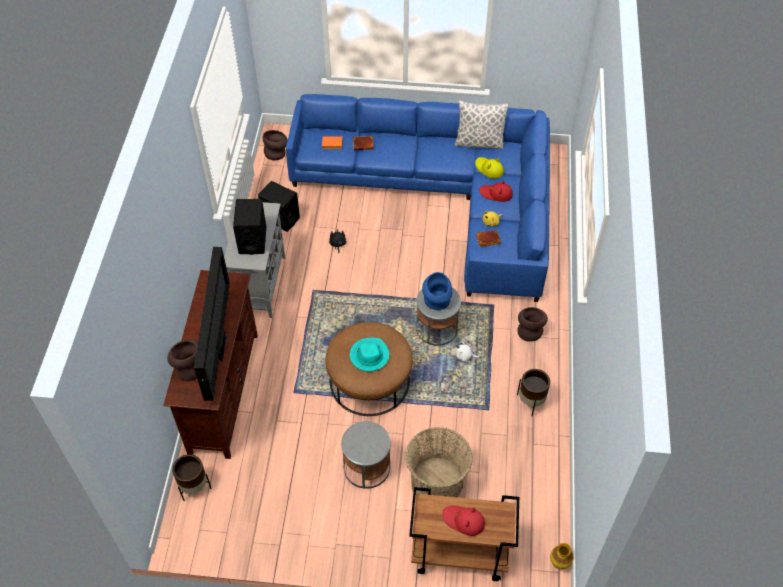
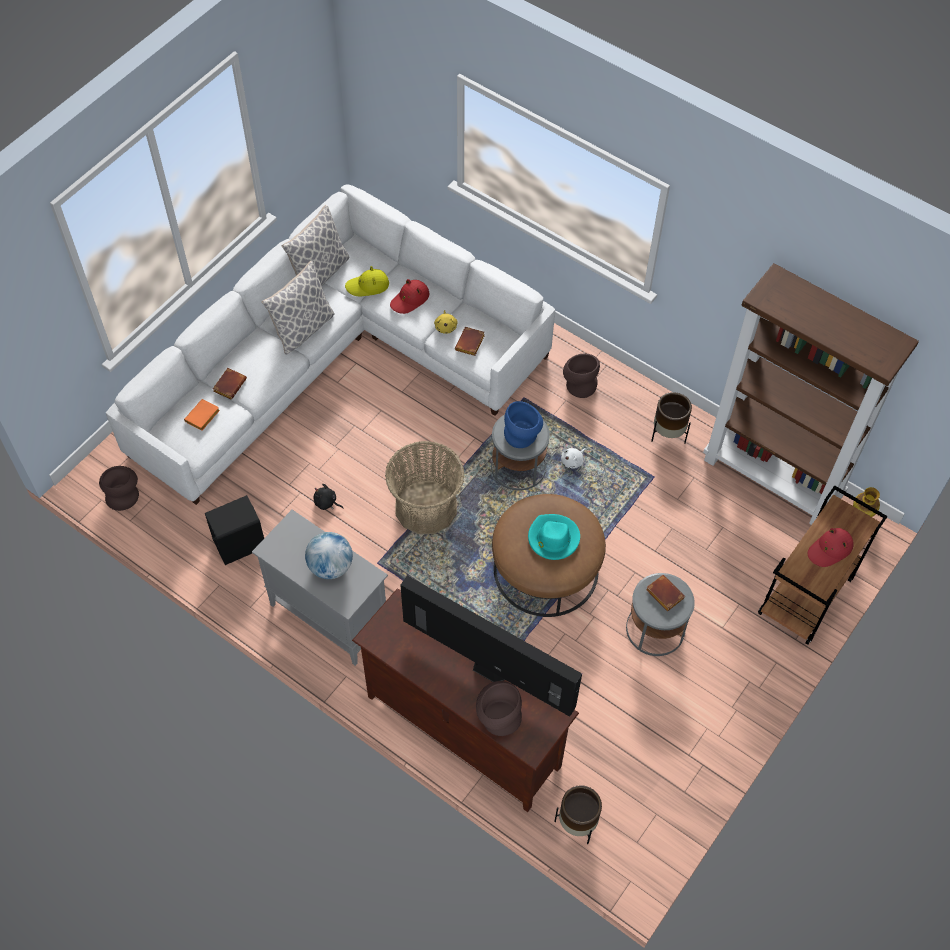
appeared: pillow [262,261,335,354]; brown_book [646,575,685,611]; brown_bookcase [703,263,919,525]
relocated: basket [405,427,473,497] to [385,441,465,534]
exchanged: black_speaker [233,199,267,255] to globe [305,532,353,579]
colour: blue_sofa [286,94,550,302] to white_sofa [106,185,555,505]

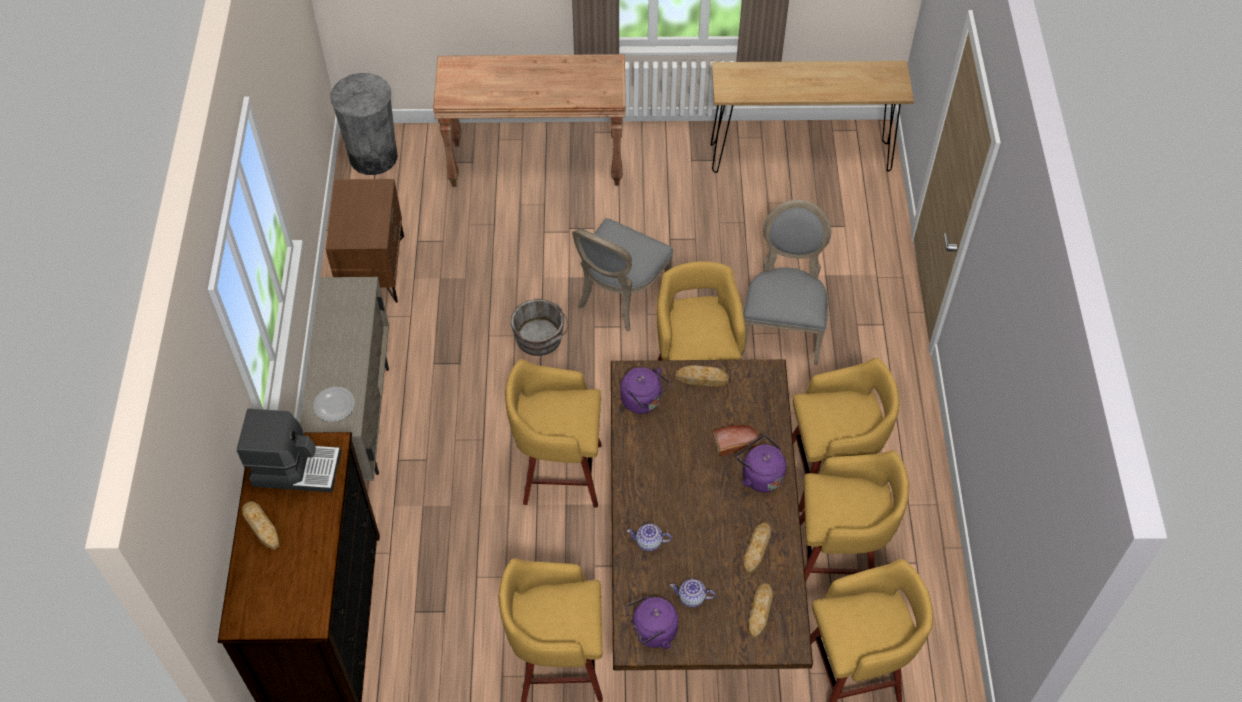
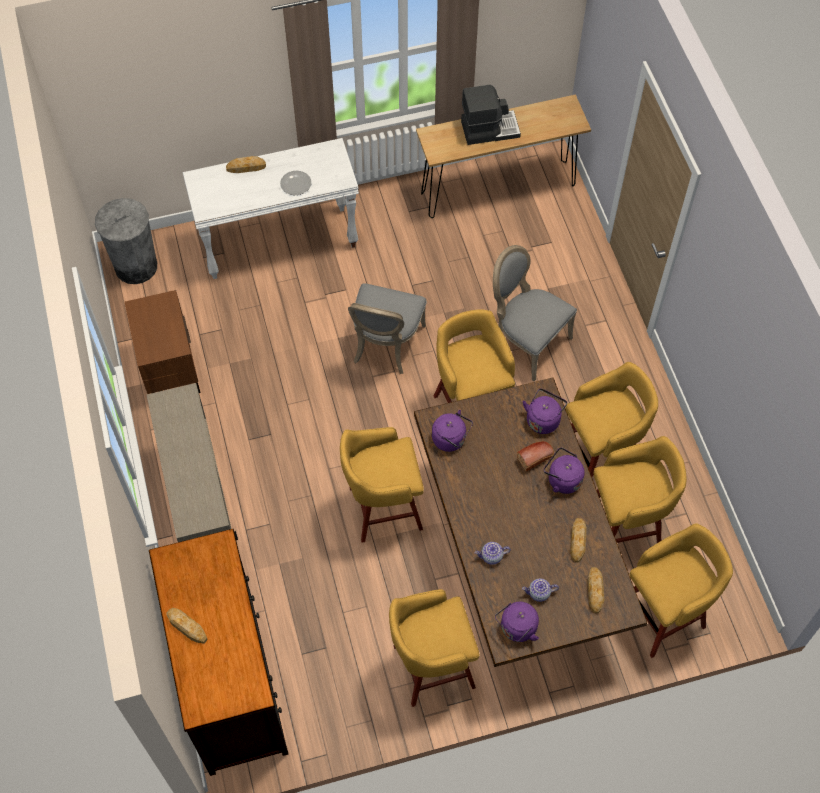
missing: grey_bucket [511,299,569,356]
appeared: purple_kettle [523,389,567,434]
relocated: coffee_machine [237,408,341,492] to [461,84,521,145]; plate [313,387,355,422] to [280,171,311,195]; bread [676,365,729,387] to [226,156,266,173]
colour: brown_console_table [433,54,626,187] to white_console_table [183,138,359,279]
spun: grey_chair [741,200,831,365] = [493,245,577,381] 45 degrees counterclockwise

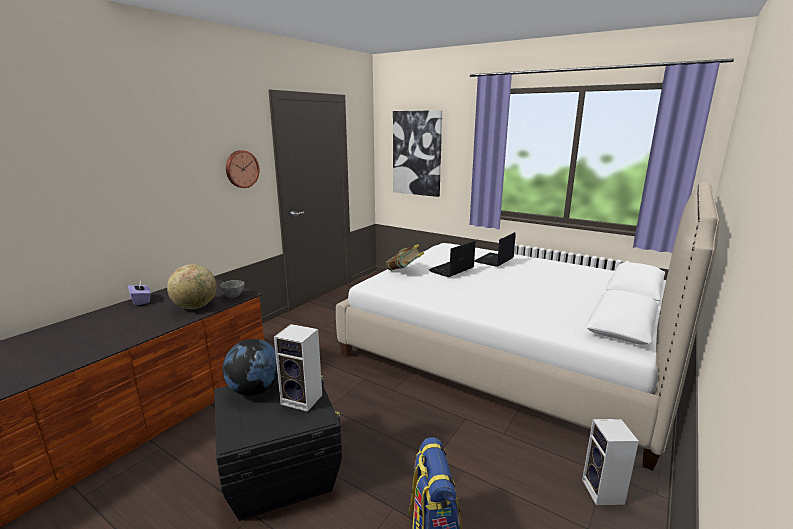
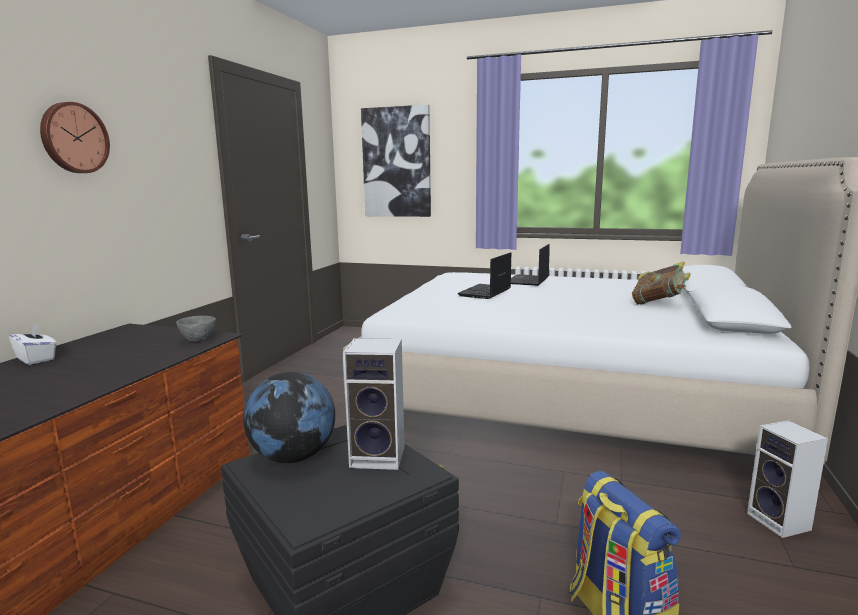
missing: globe [167,264,217,309]
relocated: wall_clock [226,150,259,188] to [40,102,110,173]; book [386,244,424,271] to [632,261,691,305]
colour: purple_tissue_box [128,280,151,306] to white_tissue_box [9,322,57,365]

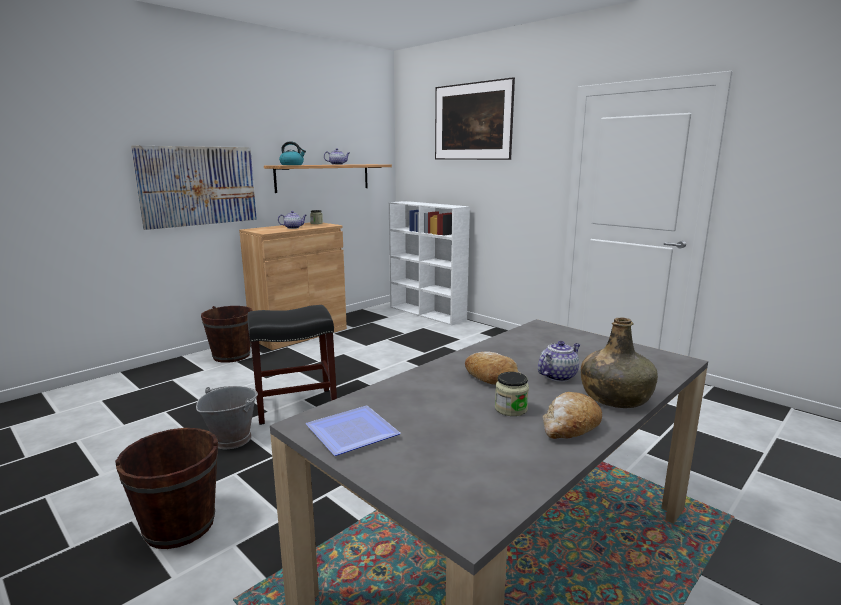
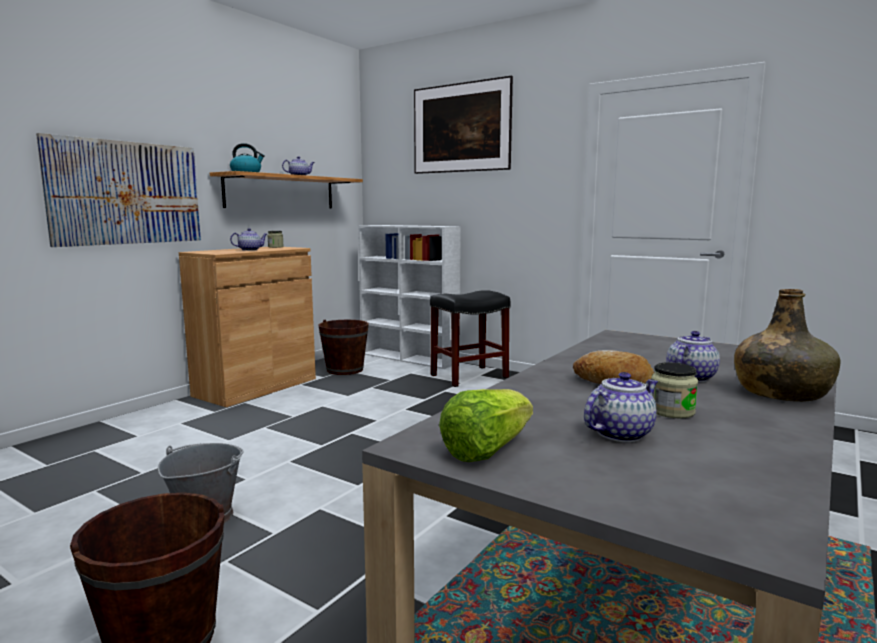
missing: bread [542,392,602,439]
appeared: teapot [584,372,658,442]
relocated: brown_bucket [201,306,252,363] to [318,320,369,375]; black_stool [247,305,337,425] to [430,290,510,387]
exchanged: plate [306,406,400,456] to lettuce [439,389,533,462]

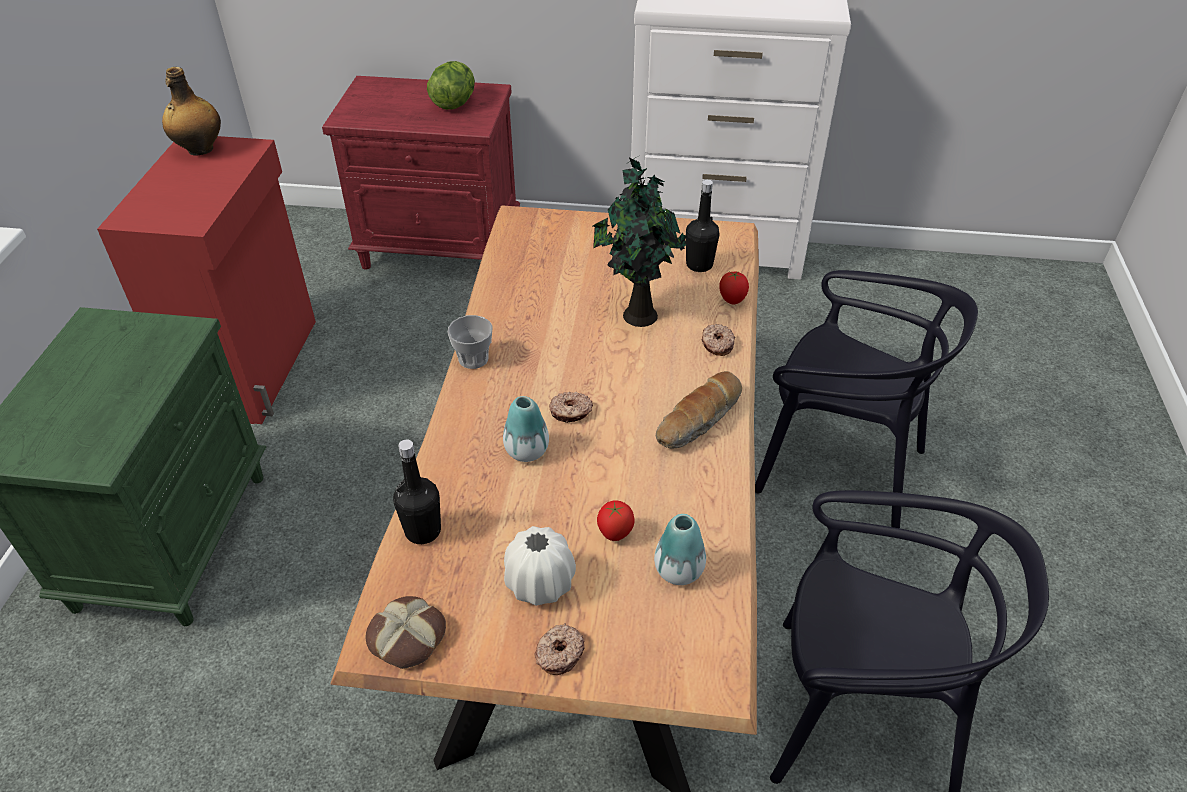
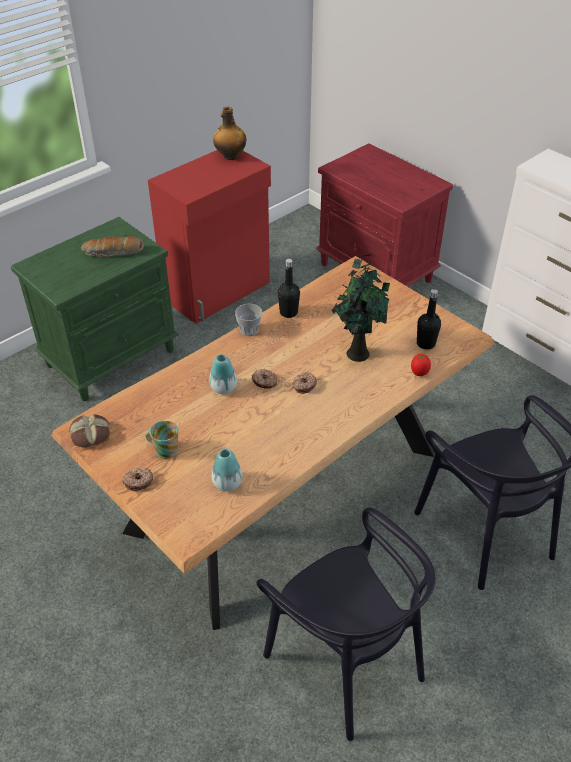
missing: lettuce [427,61,475,110]; tomato [597,500,635,541]
relocated: black_bottle [393,440,441,544] to [278,259,300,318]; bread [656,371,742,449] to [81,236,144,257]; donut [702,324,735,356] to [292,372,317,394]
exchanged: white_vase [504,526,576,606] to mug [145,421,178,459]

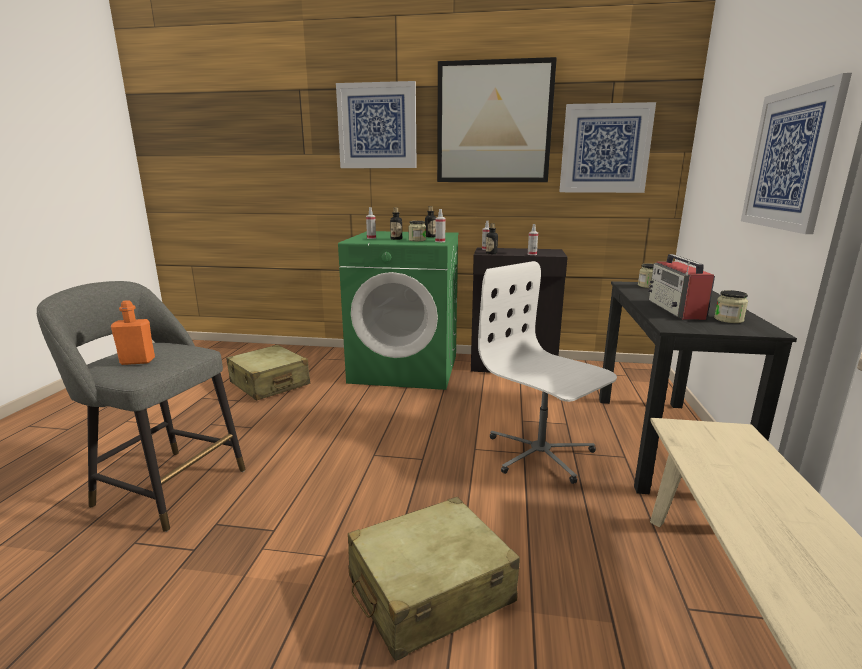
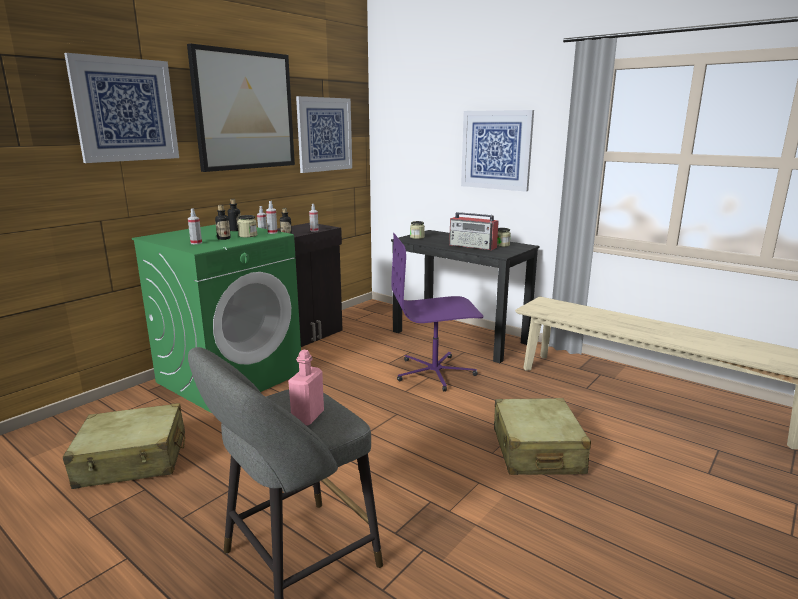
colour: orange_bottle [111,300,155,365] to pink_bottle [288,350,324,425]; white_office_chair [478,261,617,484] to purple_office_chair [391,233,483,392]

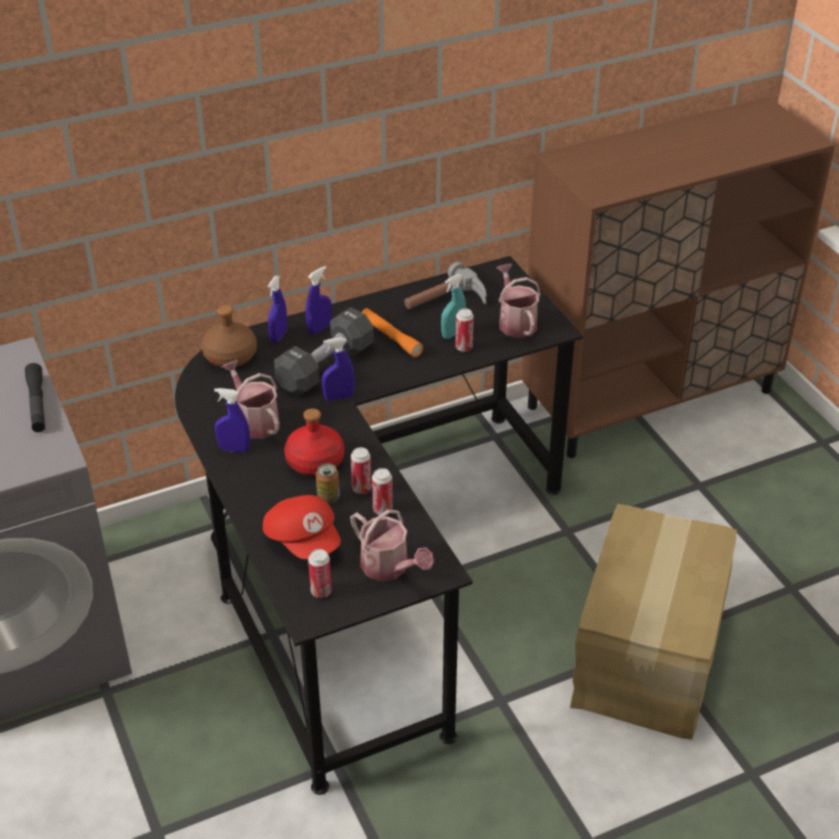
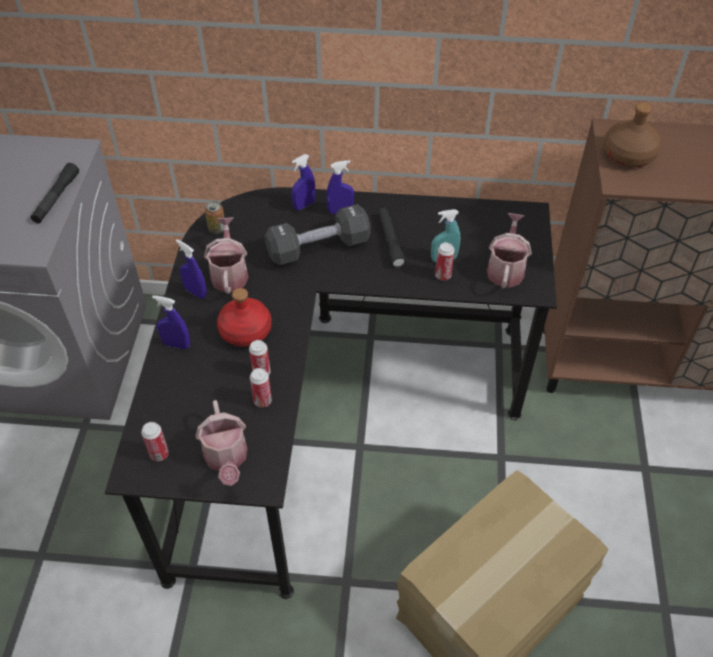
missing: red_cap [263,495,341,559]; hammer [404,262,487,309]
relocated: brown_bottle [201,305,257,367] to [604,102,661,167]; can [316,463,340,504] to [205,201,225,234]; blue_spray_bottle [322,337,355,401] to [152,295,190,349]
colour: orange_flashlight [362,308,423,357] to black_flashlight [378,208,406,268]

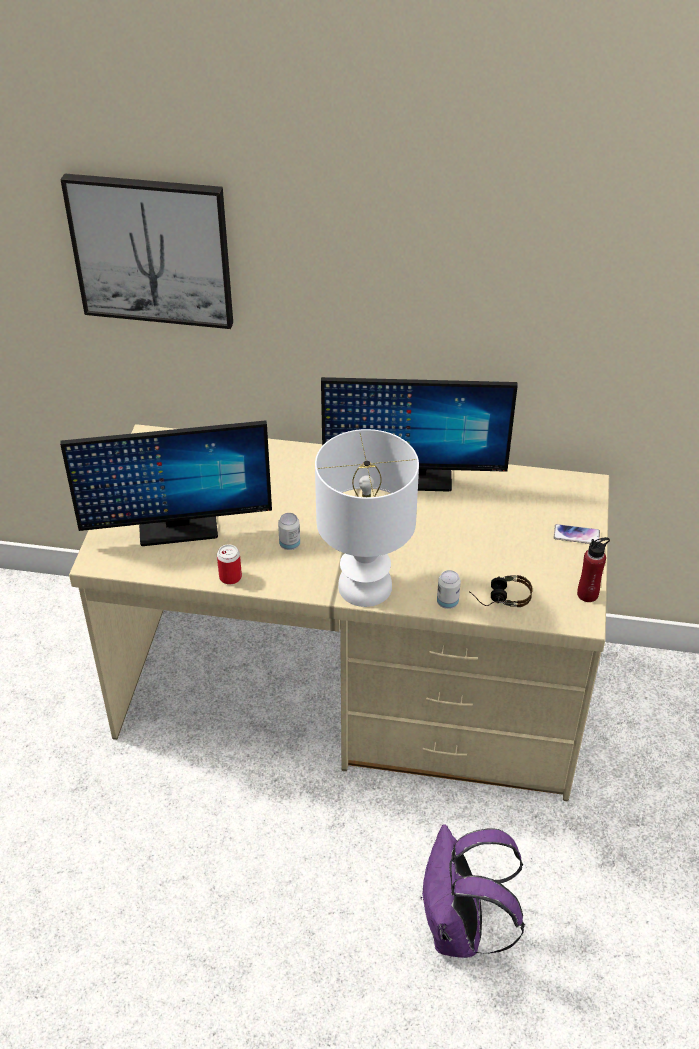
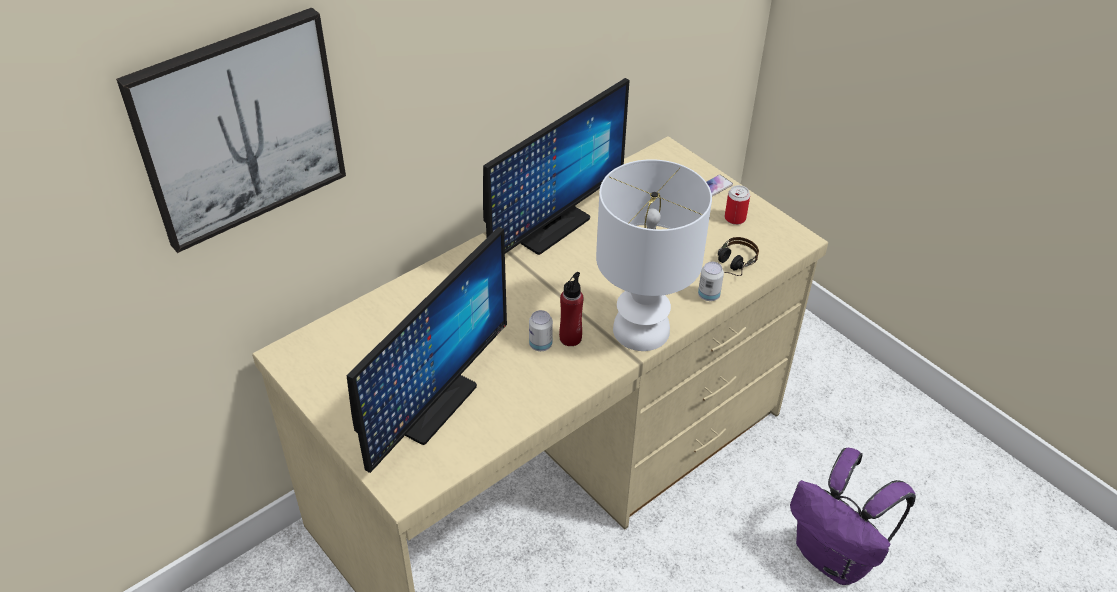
relocated: can [217,544,242,584] to [725,185,750,225]; red_bottle [577,537,610,602] to [559,272,584,346]

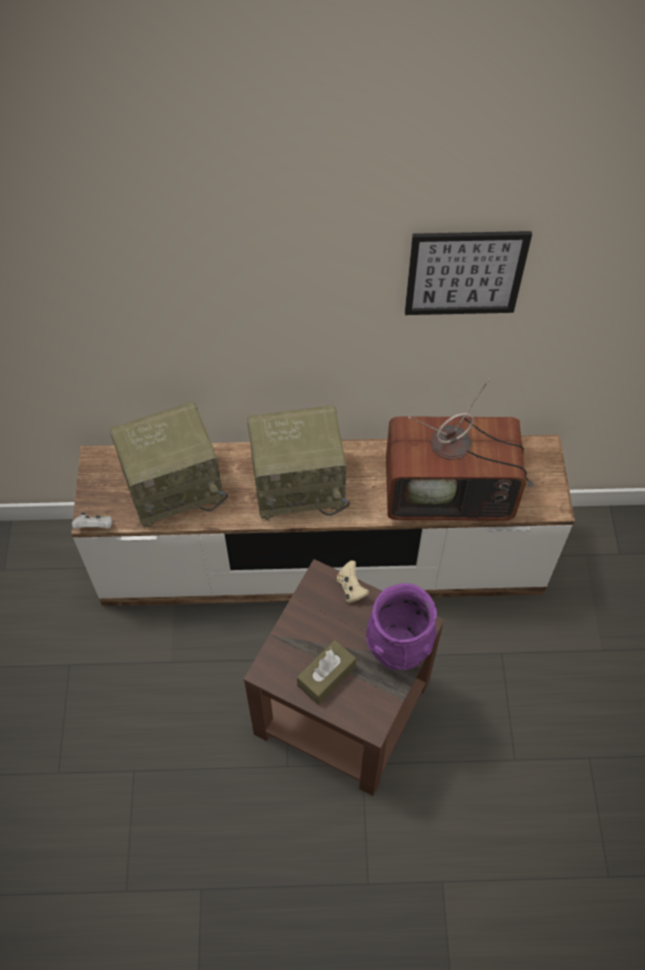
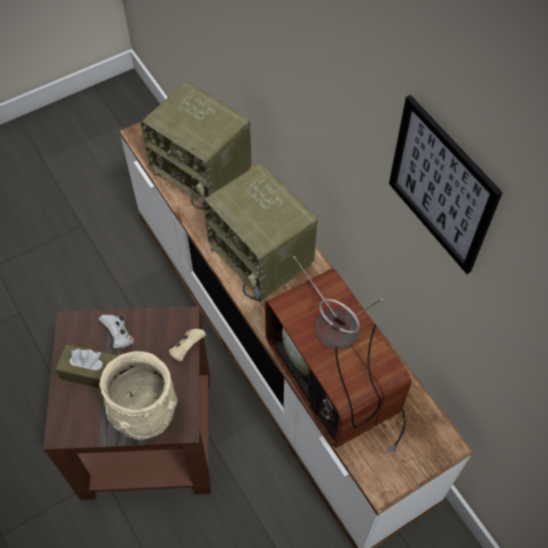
relocated: white_game_controller [72,512,112,529] to [99,315,134,349]
colour: purple_vase [366,583,437,670] to beige_vase [99,351,177,440]

